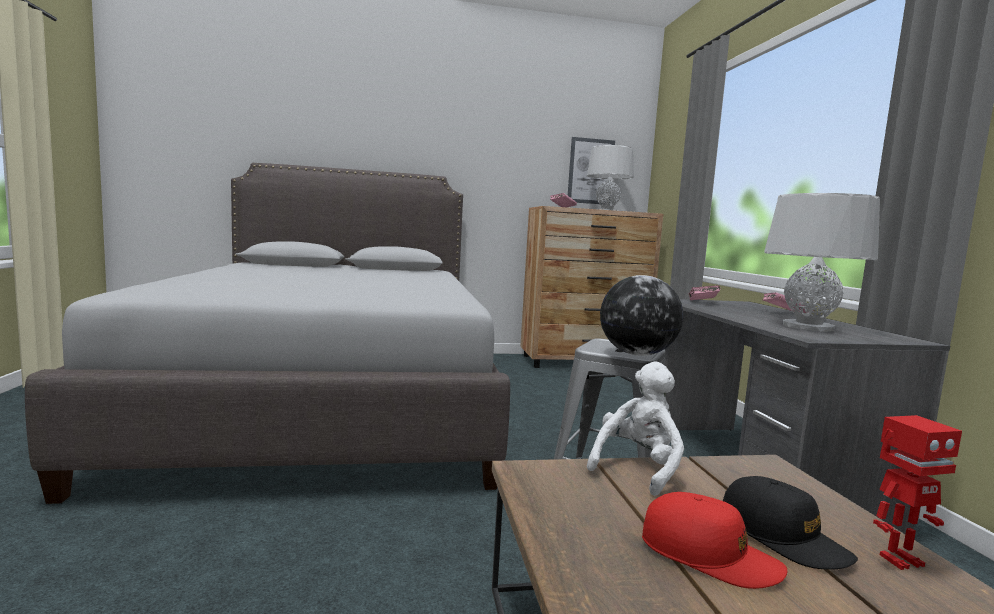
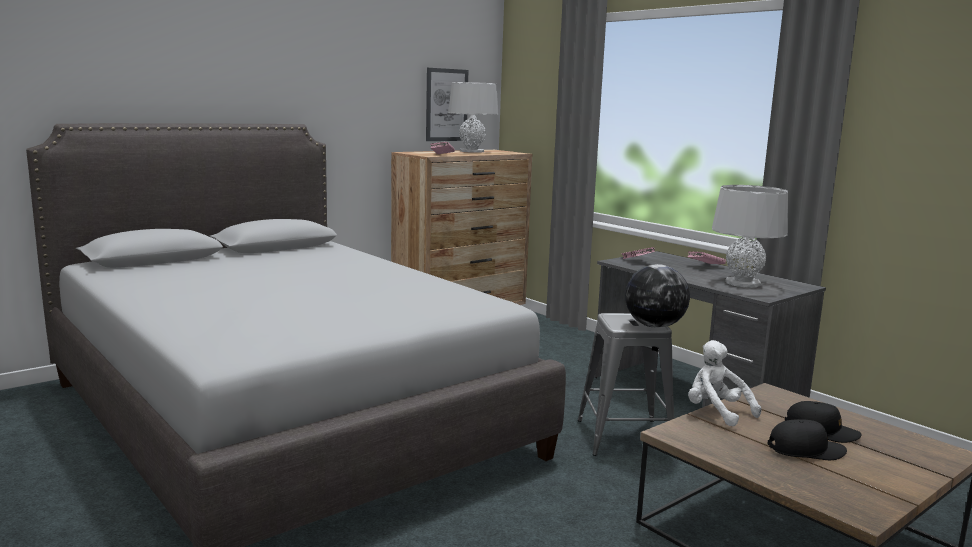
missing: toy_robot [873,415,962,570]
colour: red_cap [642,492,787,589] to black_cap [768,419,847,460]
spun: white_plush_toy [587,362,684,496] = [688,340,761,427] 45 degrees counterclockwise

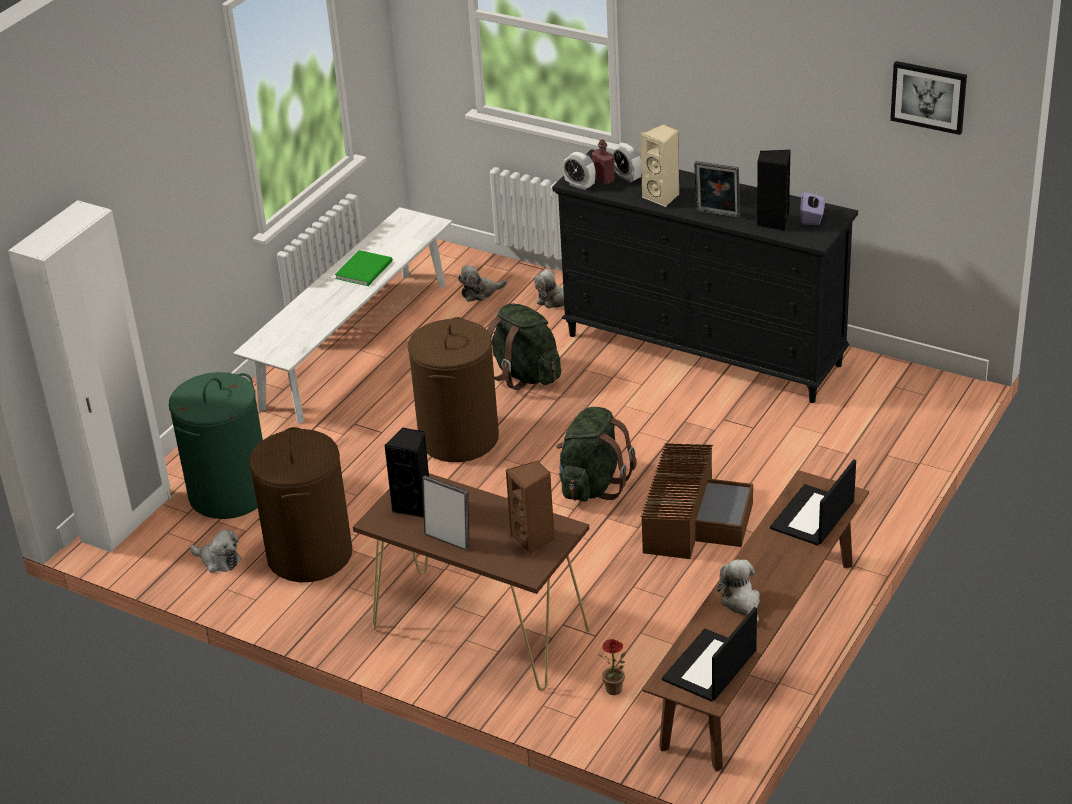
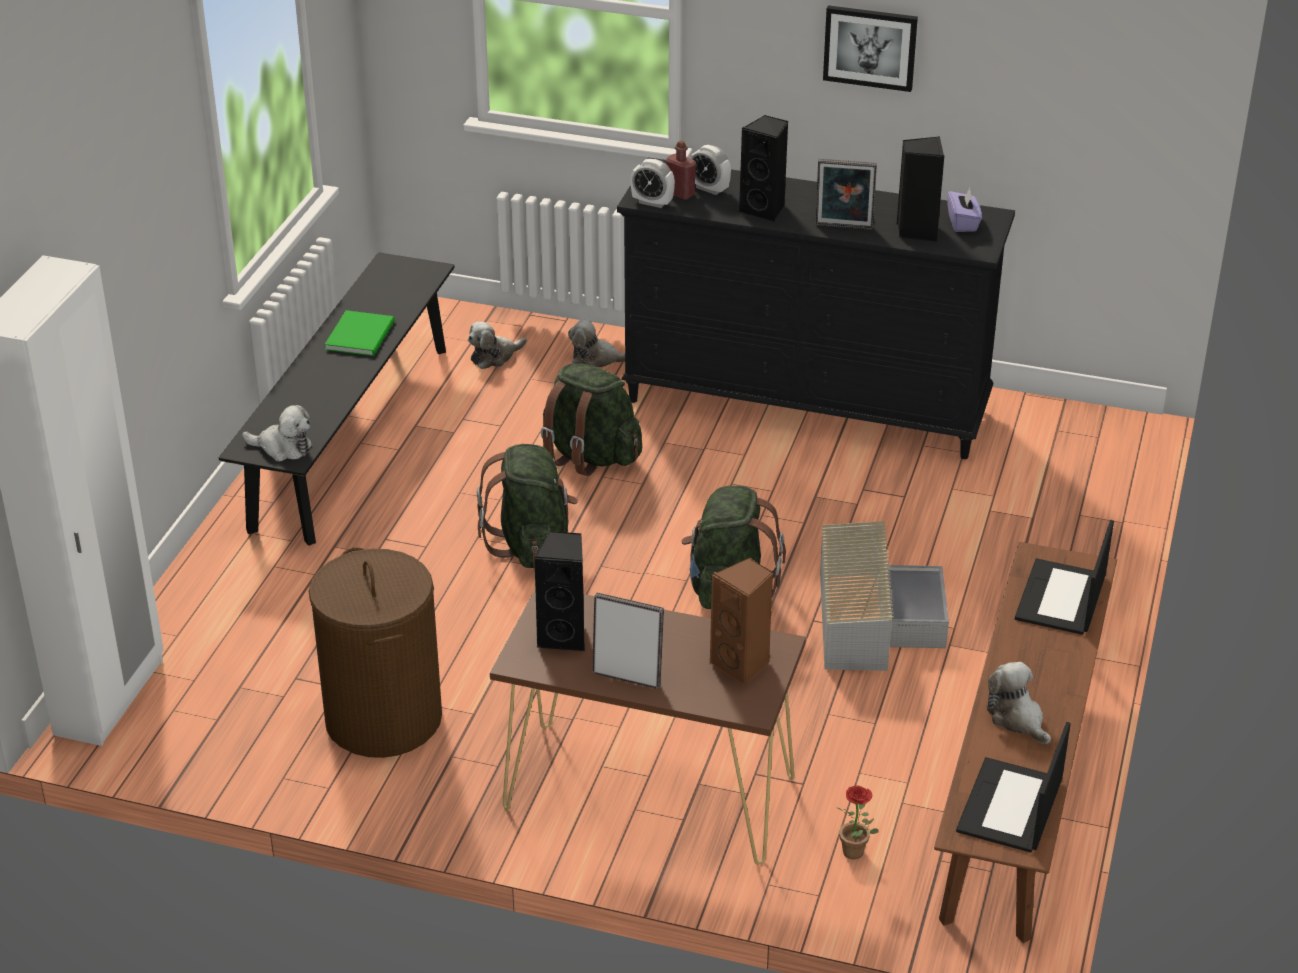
missing: green_laundry_basket [169,372,263,519]
relocated: plush_toy [189,530,241,573] to [242,405,312,462]; picture [890,61,967,135] to [823,5,918,92]
exchanged: brown_laundry_basket [408,317,499,462] to green_backpack [477,444,578,569]
colour: white_bench [233,207,452,424] to black_bench [219,252,455,546]; beige_speaker [641,124,679,207] to black_speaker [739,115,788,222]; brown_storage_box [641,443,753,559] to grey_storage_box [820,521,949,671]

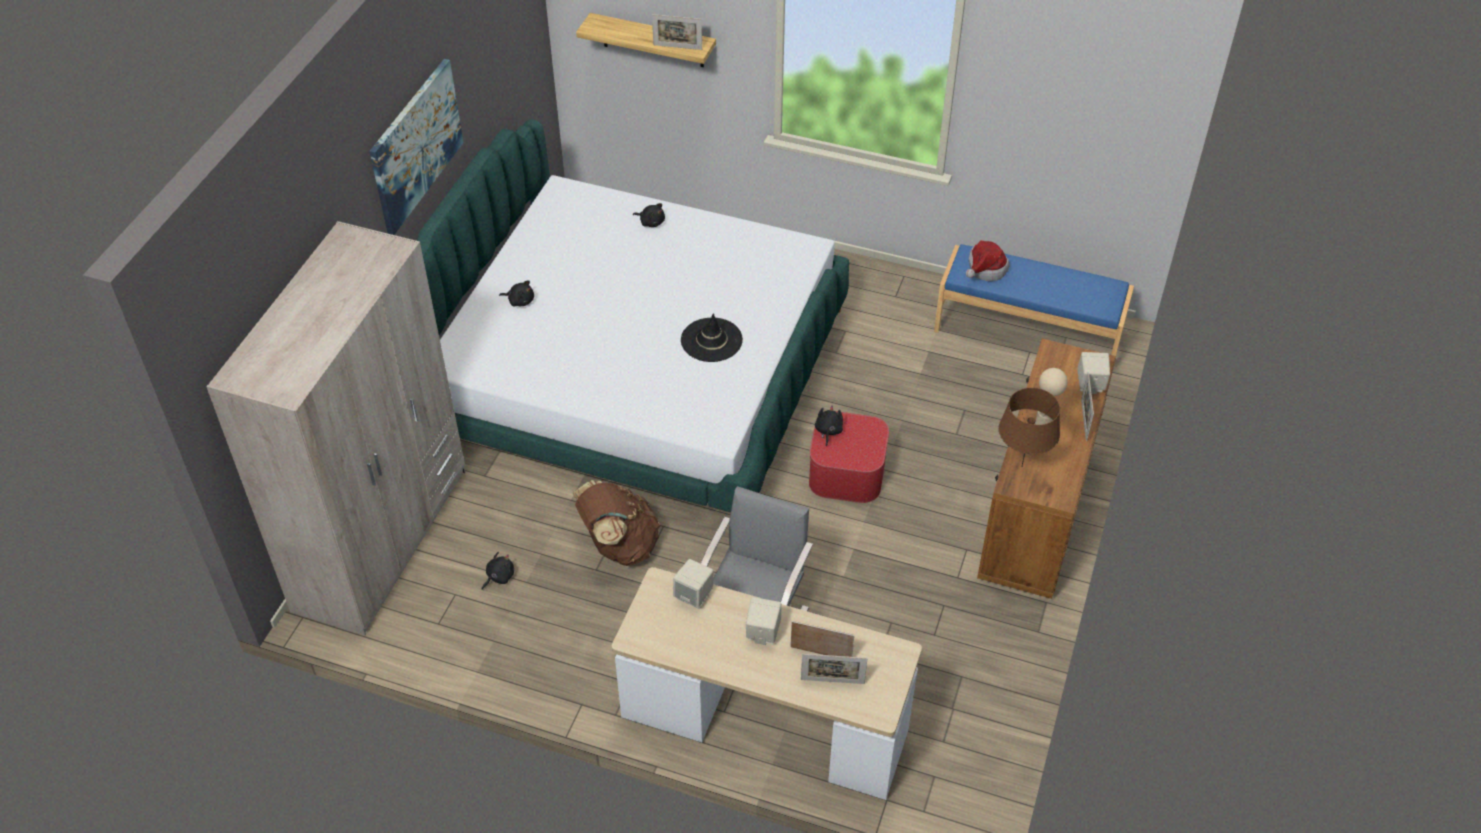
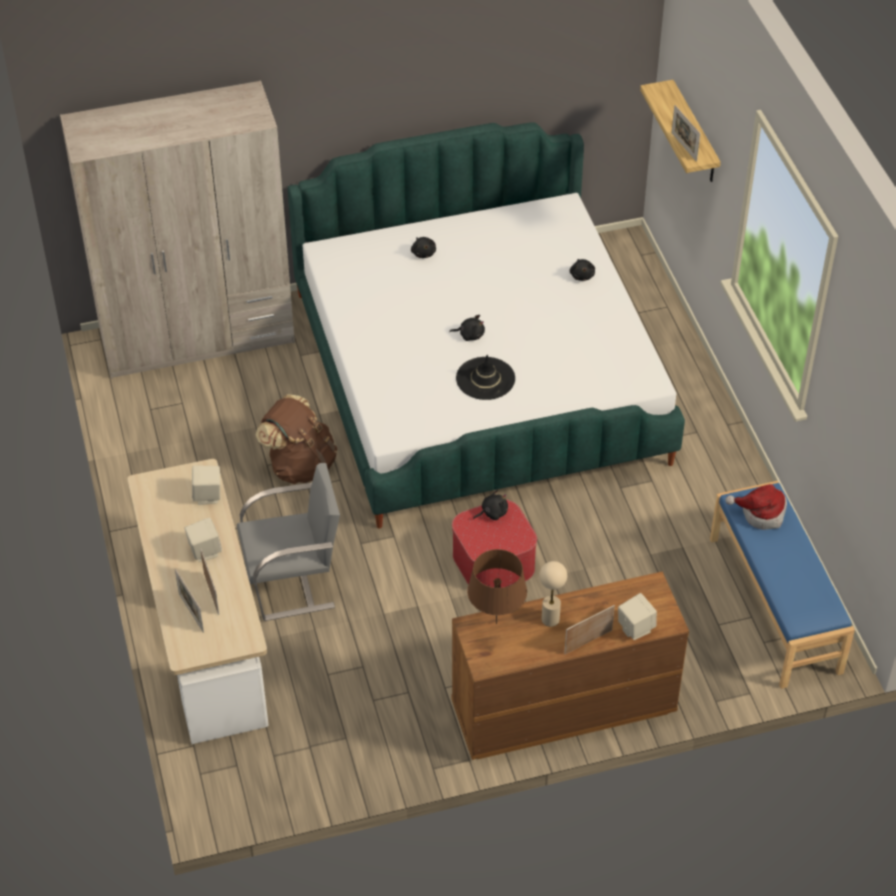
missing: picture [369,59,464,235]
relocated: black_plush_toy [482,552,514,590] to [449,315,485,341]

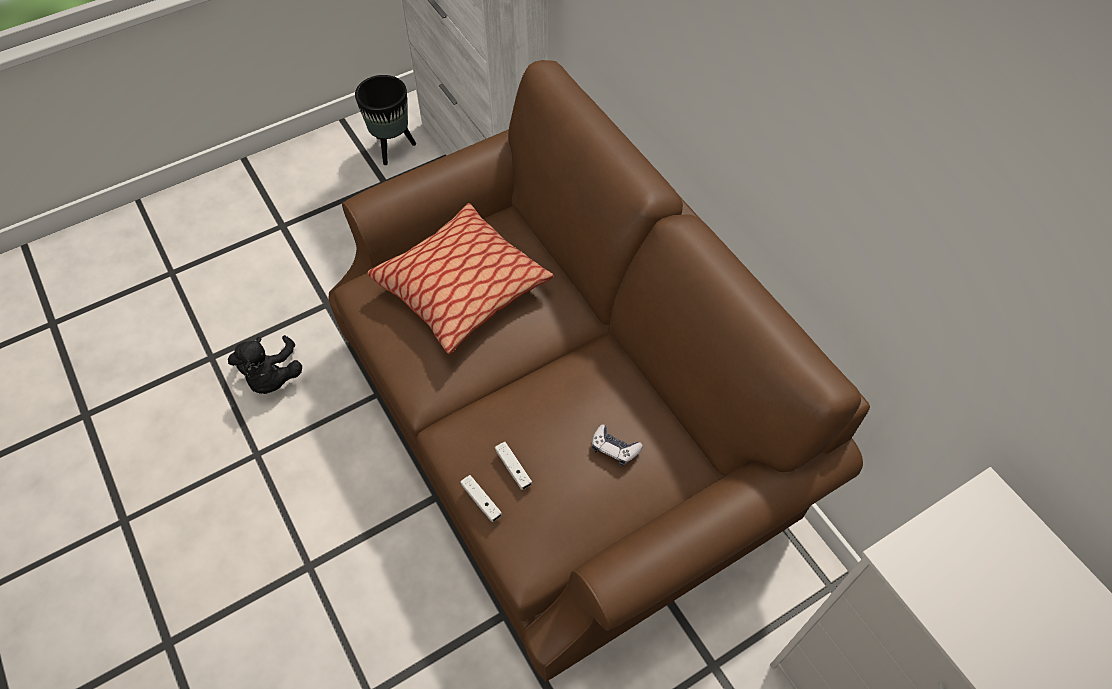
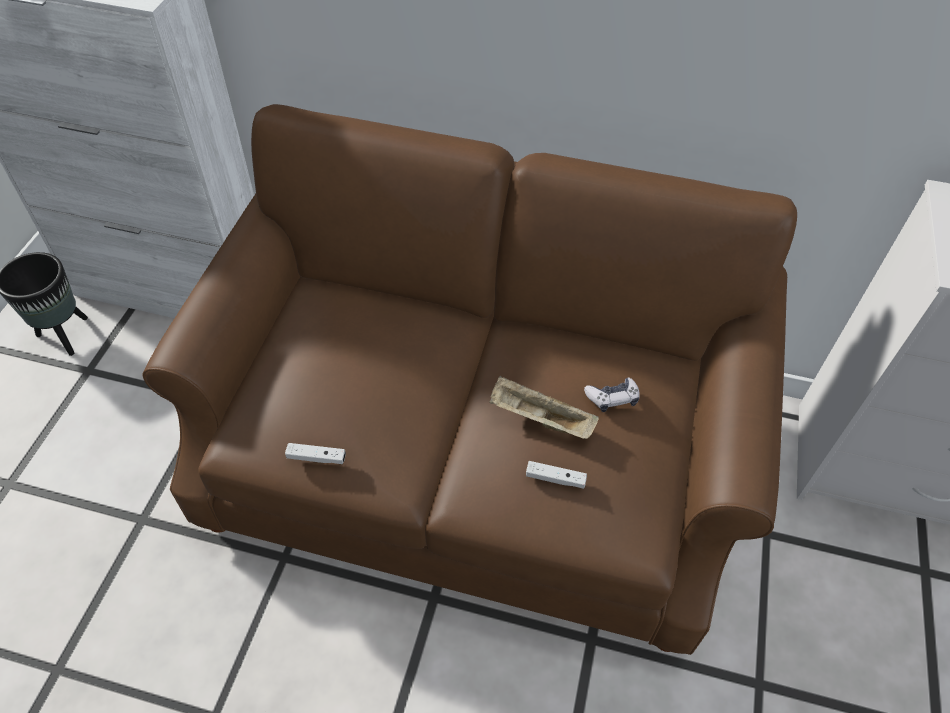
missing: black_plush_toy [228,335,302,394]; pillow [368,203,554,354]
appeared: beige_tray [490,376,599,439]
relocated: white_game_controller [460,475,502,522] to [285,443,346,464]

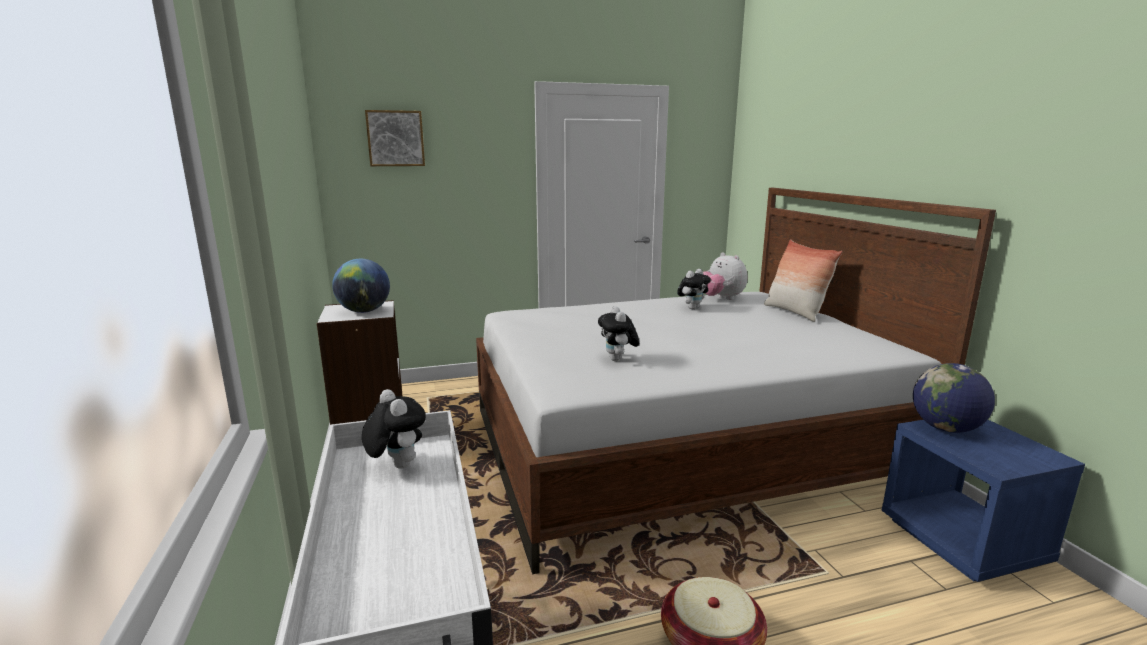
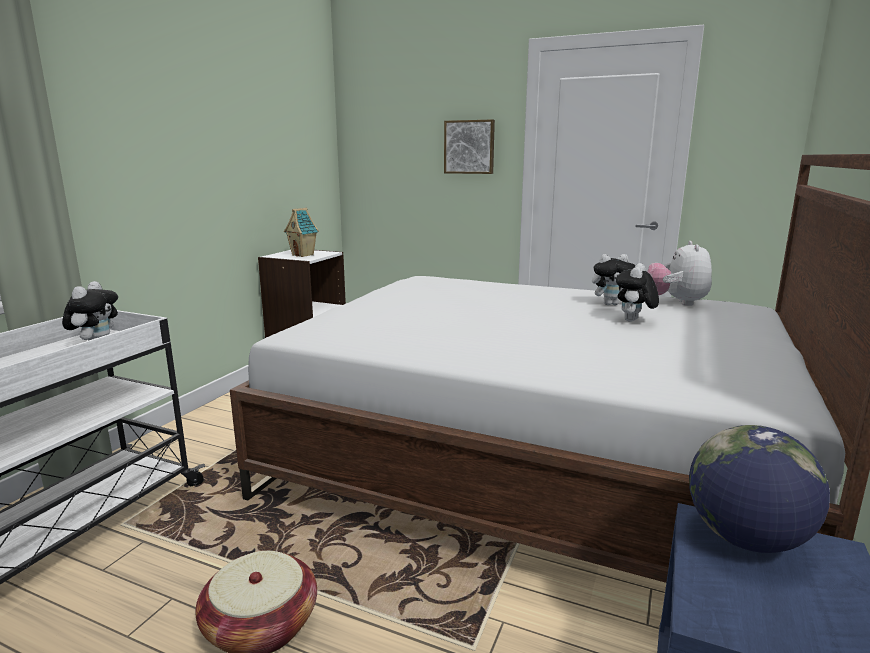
missing: pillow [764,239,843,322]
relocated: picture [365,110,425,166] to [444,119,495,174]; plush_toy [598,306,639,361] to [616,263,659,322]
exchanged: globe [332,259,390,313] to toy_house [284,208,319,257]

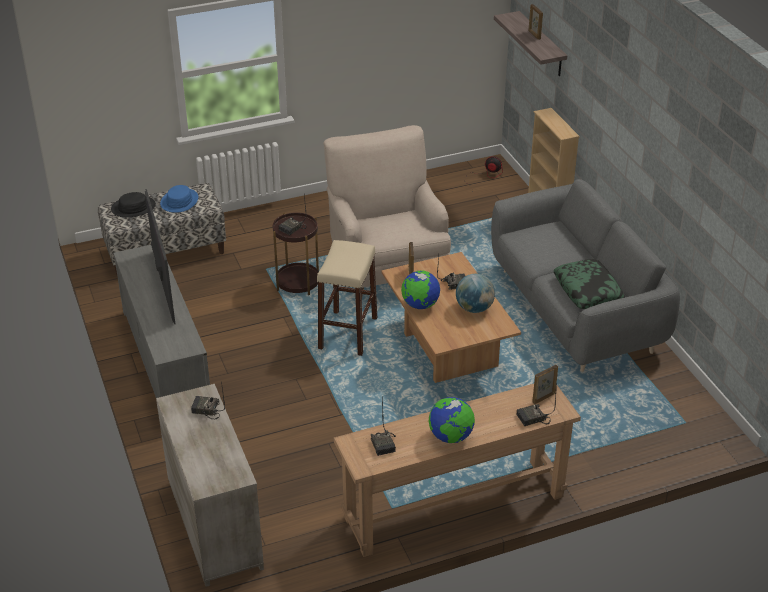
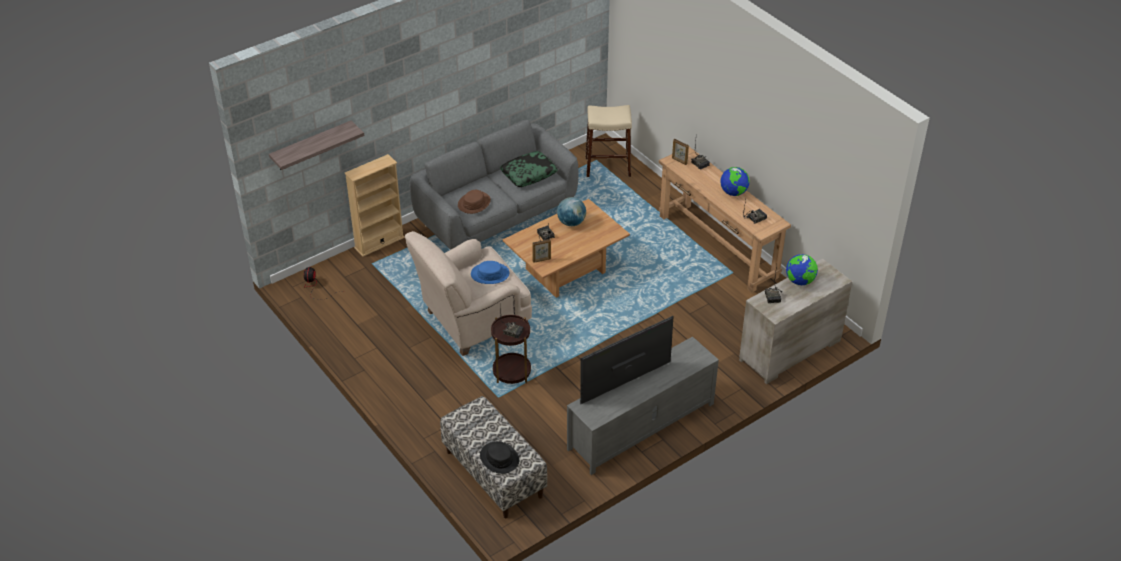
missing: picture_frame [528,4,543,40]
appeared: brown_hat [458,190,491,214]
relocated: blue_hat [160,185,198,213] to [471,261,509,284]; beige_stool [317,240,377,356] to [585,105,632,177]; globe [401,271,440,309] to [786,254,818,285]

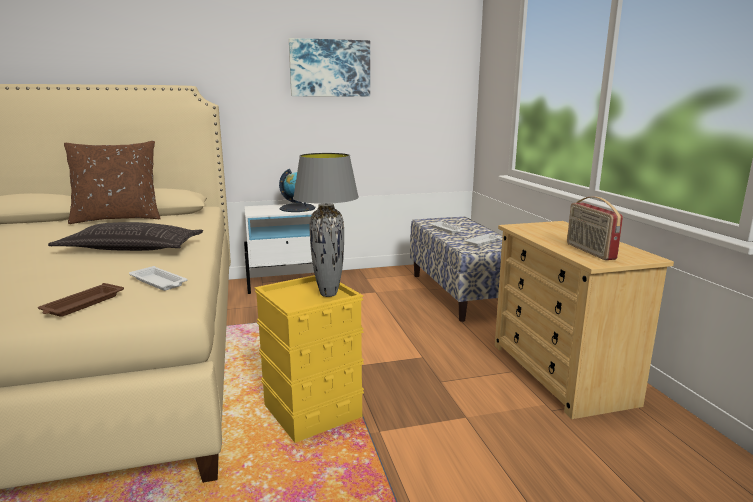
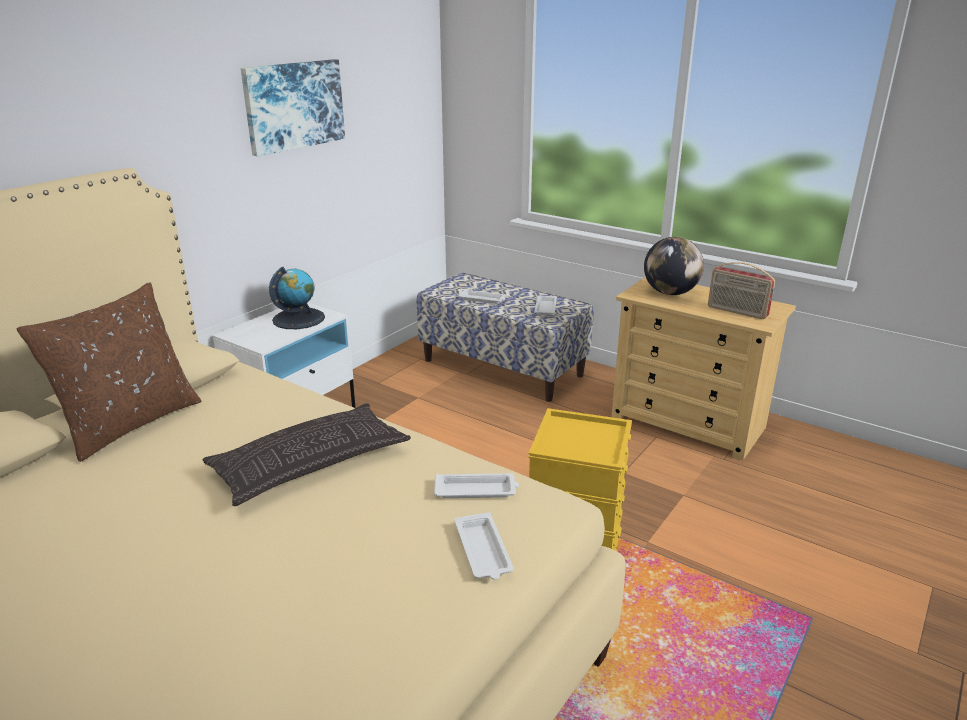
missing: grey_table_lamp [293,153,359,297]
appeared: globe [644,237,704,295]
colour: brown_tray [38,283,124,317] to white_tray [455,512,514,580]

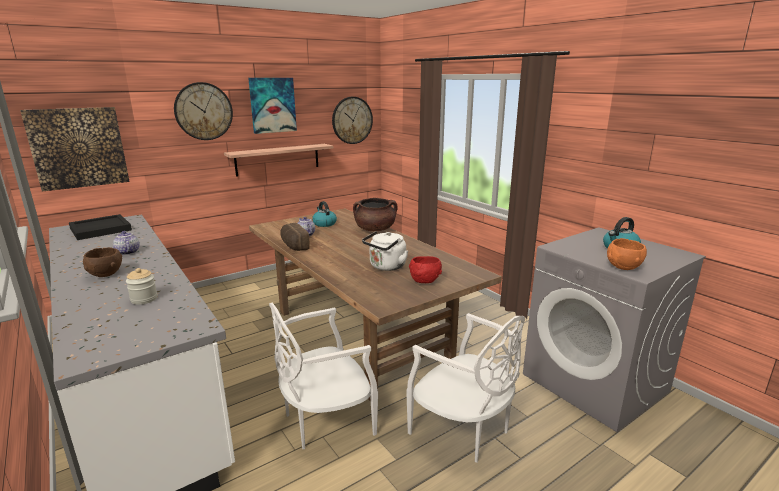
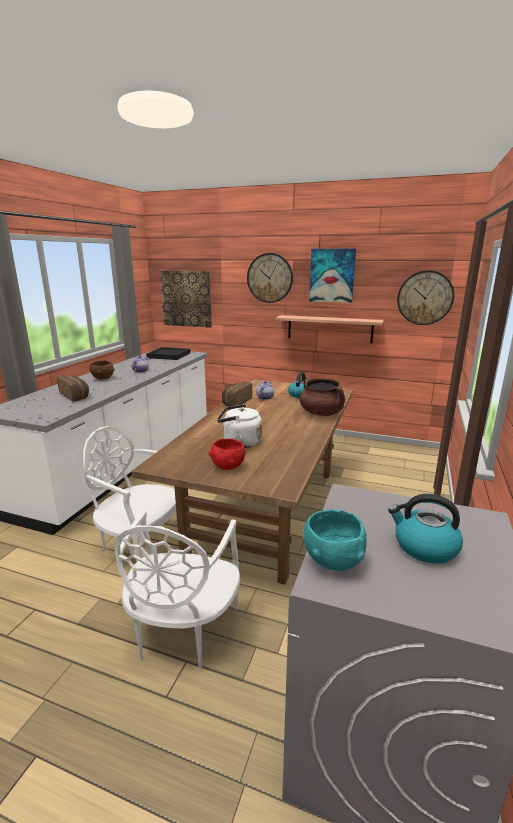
exchanged: jar [126,268,158,305] to bread [57,375,89,402]
colour: orange_bowl [607,238,647,270] to turquoise_bowl [303,509,367,571]

